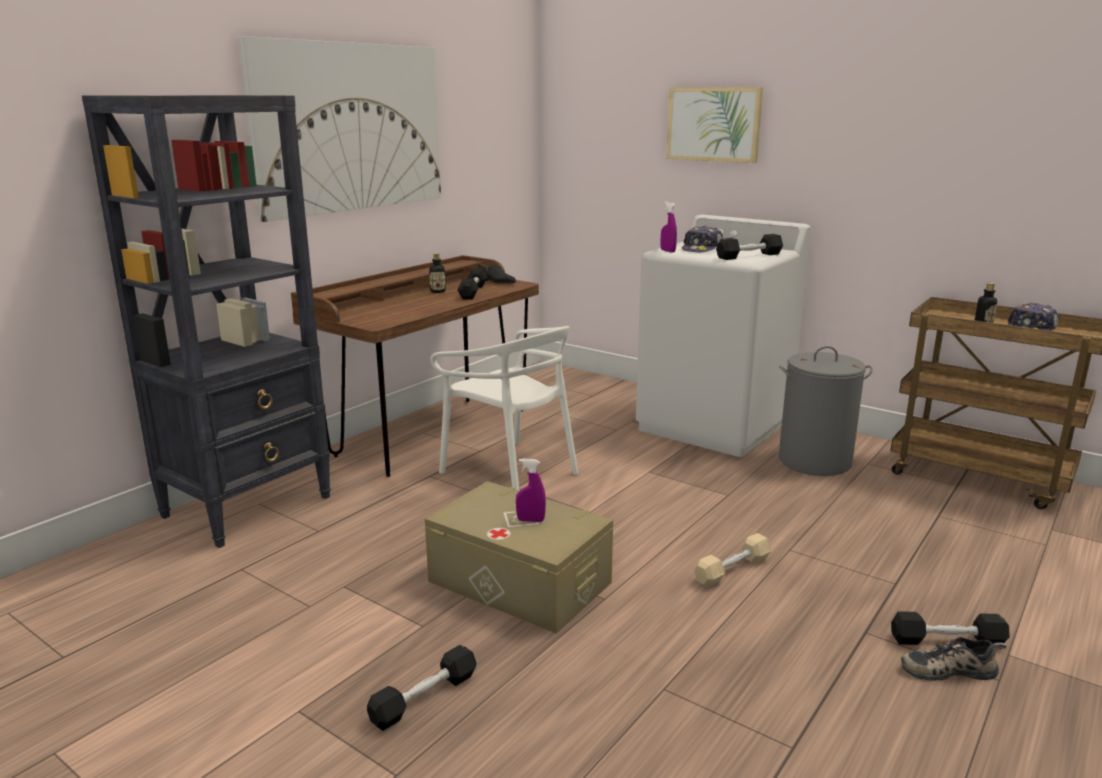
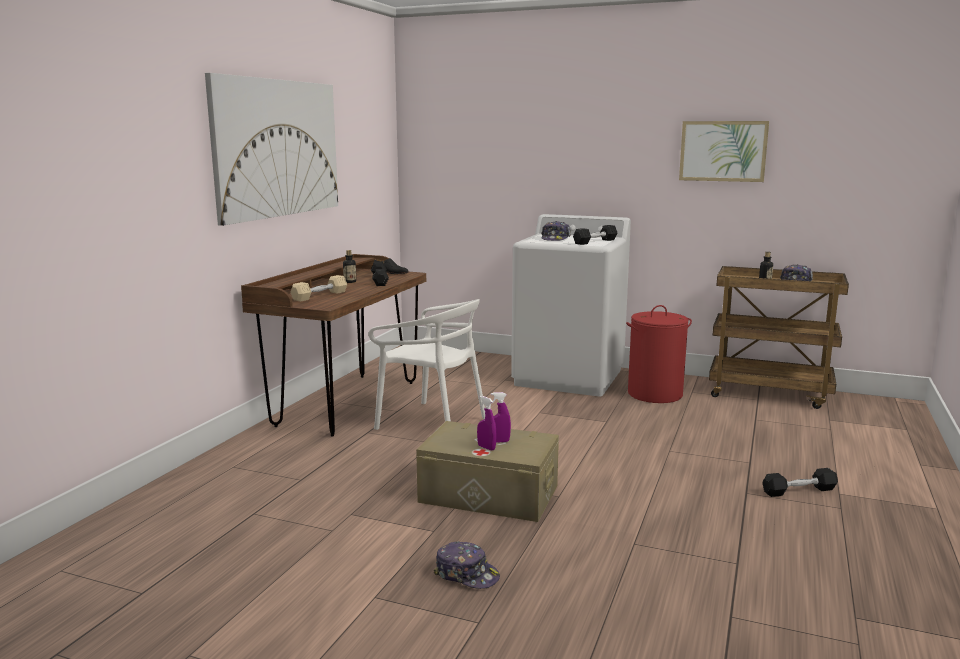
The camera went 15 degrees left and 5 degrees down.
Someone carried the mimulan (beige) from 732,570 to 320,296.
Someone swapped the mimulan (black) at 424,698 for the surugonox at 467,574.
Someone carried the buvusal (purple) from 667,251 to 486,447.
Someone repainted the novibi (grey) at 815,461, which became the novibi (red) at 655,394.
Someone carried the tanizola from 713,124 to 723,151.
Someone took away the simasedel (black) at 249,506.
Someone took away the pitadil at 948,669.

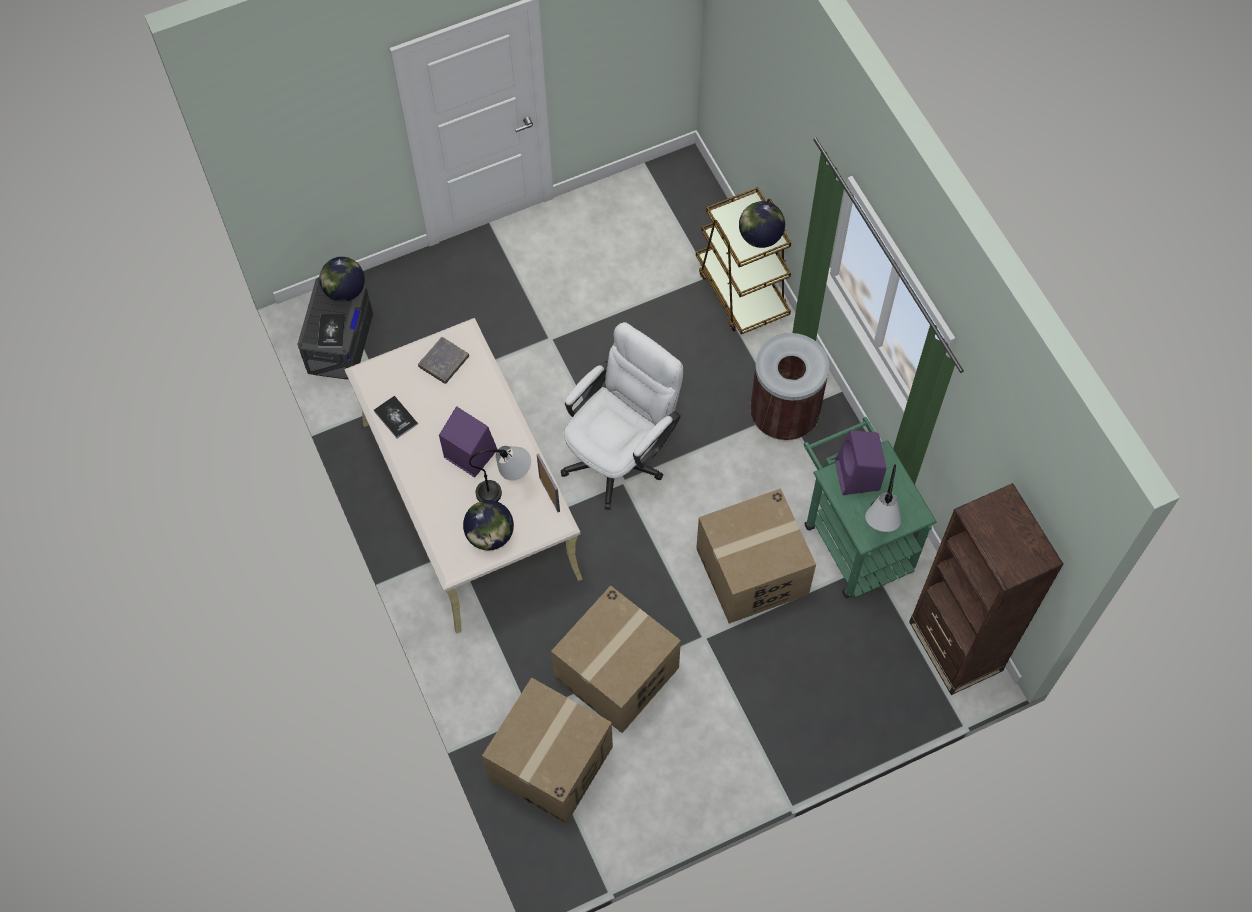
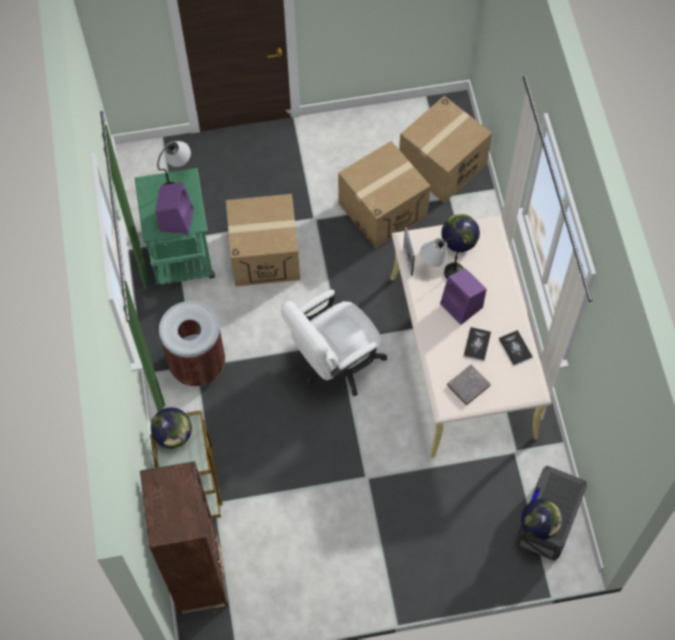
The camera went 165 degrees left and 0 degrees up.
Someone carried the simasedel (brown) from 955,646 to 199,576.
Someone carried the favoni from 331,331 to 477,344.

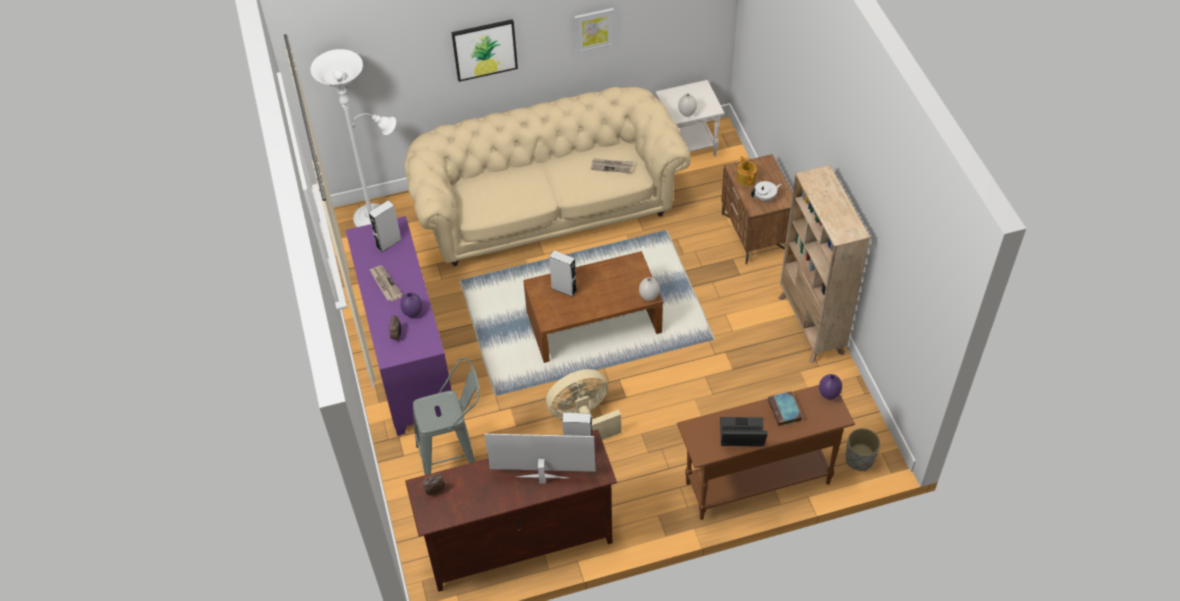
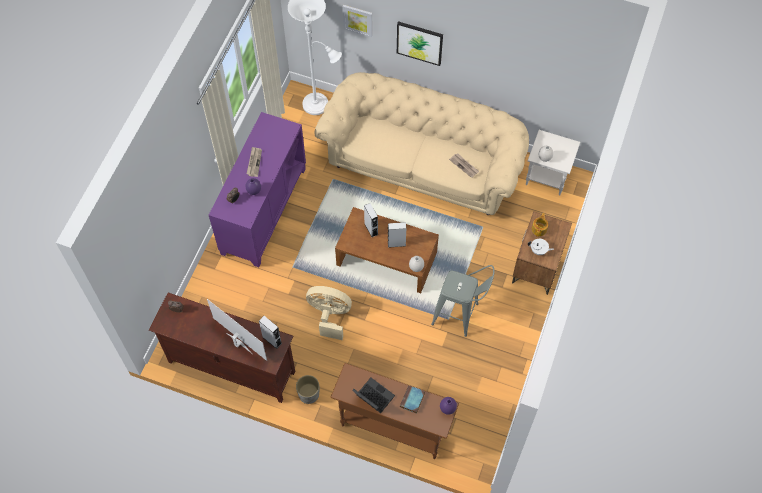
The camera went 35 degrees right and 10 degrees up.
Someone carried the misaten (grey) from 859,459 to 308,394.
Someone carried the tanizola from 594,29 to 358,20.
Someone carried the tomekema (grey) from 388,243 to 396,243.
Someone carried the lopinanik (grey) from 455,460 to 460,316.
Someone took away the simasedel (beige) at 811,325.

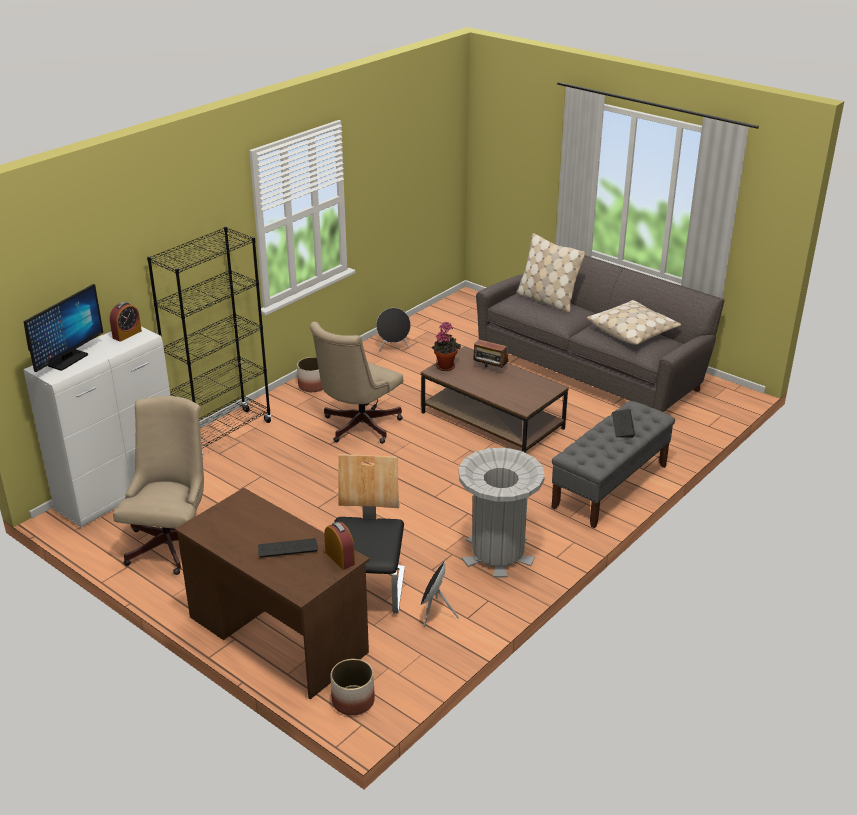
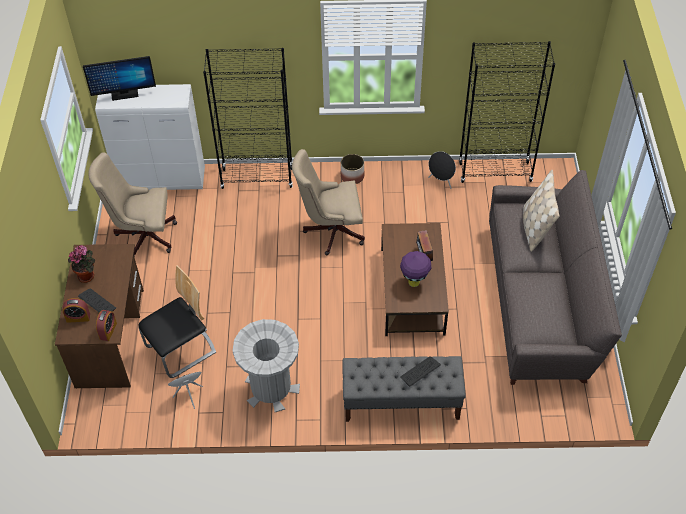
The camera went 50 degrees right and 20 degrees up.
Someone carried the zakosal from 127,334 to 78,317.
Someone carried the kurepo from 445,366 to 87,275.
Someone rotated the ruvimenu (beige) at 172,542 by 150 degrees counterclockwise.
Someone put down the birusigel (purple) at 414,282.
Someone put down the simasedel (black) at 495,172.
Someone took away the misaten at 353,700.
Someone took away the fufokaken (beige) at 633,331.

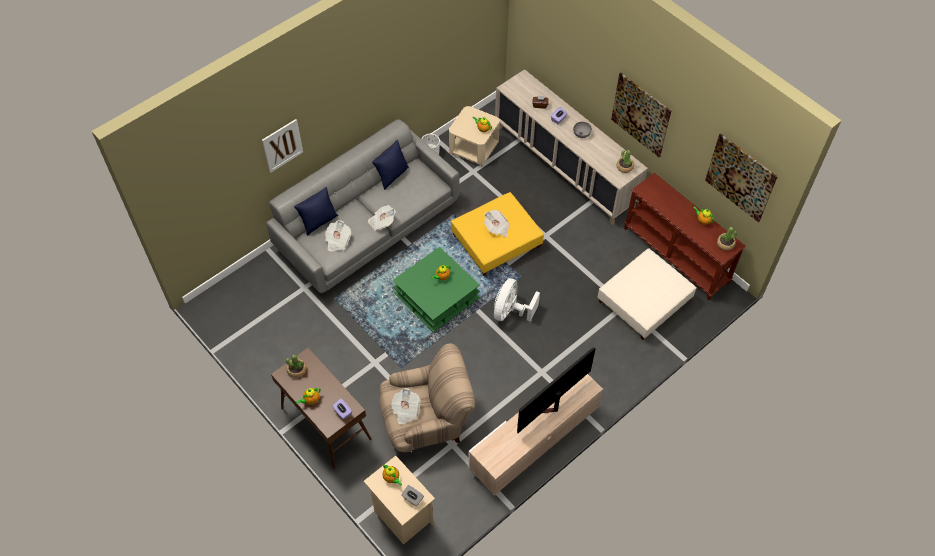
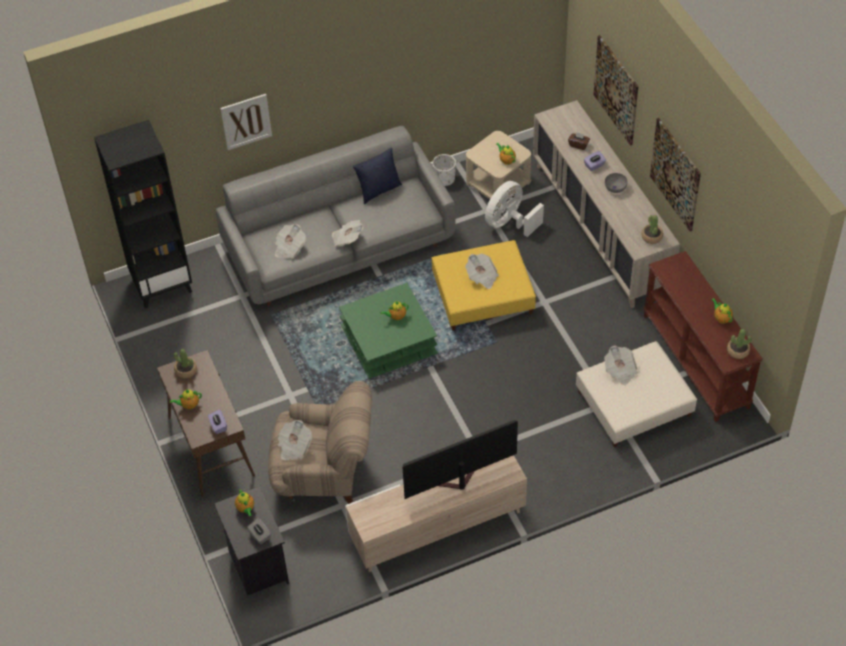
The camera went 20 degrees right and 5 degrees down.
Someone put down the simasedel (black) at 162,285.
Someone repainted the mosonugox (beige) at 401,516, which became the mosonugox (black) at 257,565.
Someone carried the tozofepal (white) from 510,311 to 509,223.
Someone carried the tanizola from 740,177 to 616,90.
Someone put down the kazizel at 620,371.
Someone took away the fufokaken (blue) at 318,222.

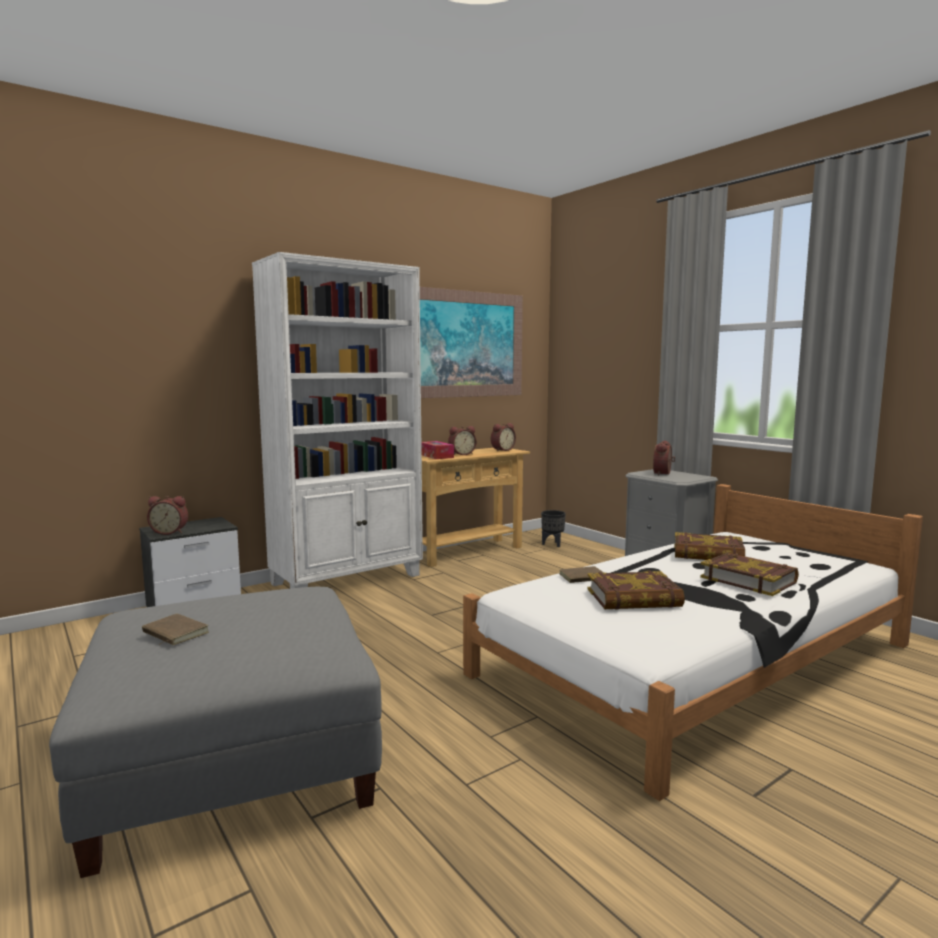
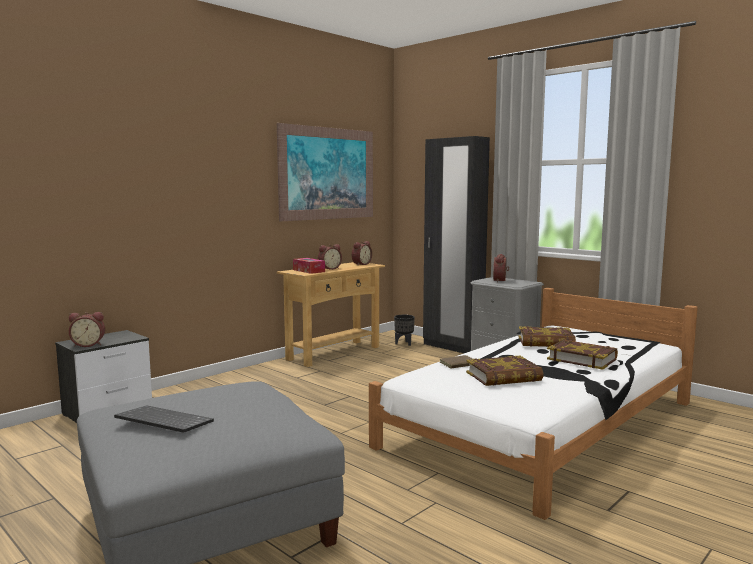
The camera went 10 degrees left and 0 degrees up.
Someone swapped the favoni (brown) at 173,633 for the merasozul at 161,422.
Someone put down the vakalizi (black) at 452,347.
Someone took away the simasedel (white) at 348,579.

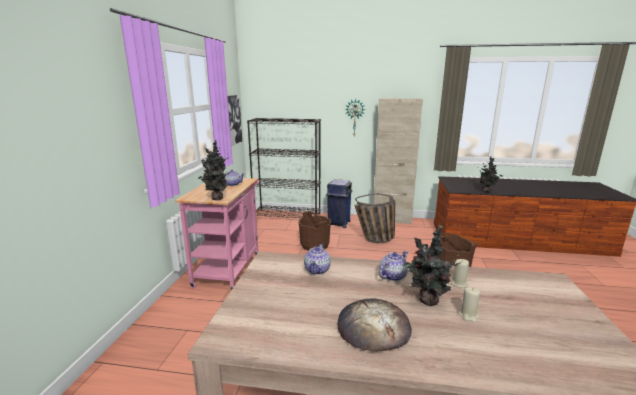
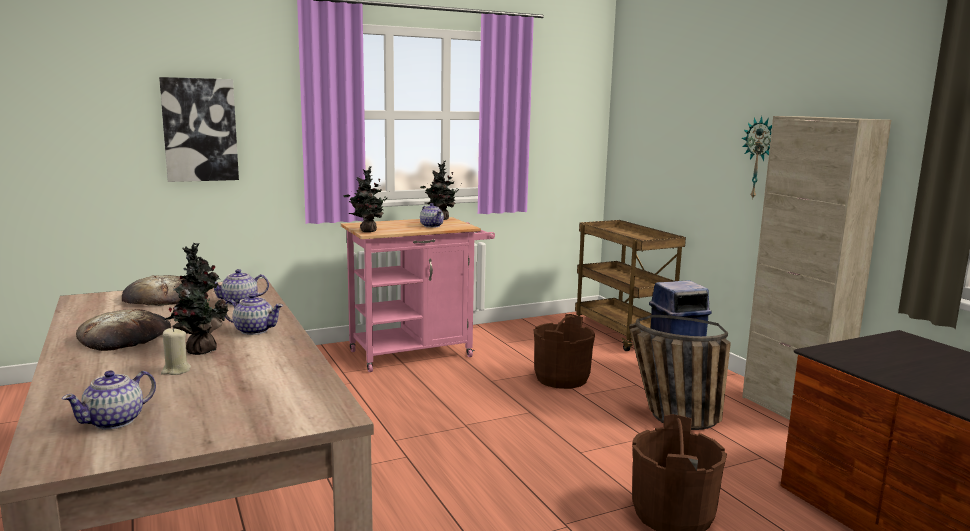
The camera went 55 degrees right and 5 degrees down.
Someone put down the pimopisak at 115,421.
Someone put down the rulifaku at 161,297.
Someone carried the tanizola from 232,120 to 200,130.
Someone swapped the simasedel (black) at 288,216 for the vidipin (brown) at 624,335.
Someone took away the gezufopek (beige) at 459,284.
Someone took away the kurepo at 487,191.

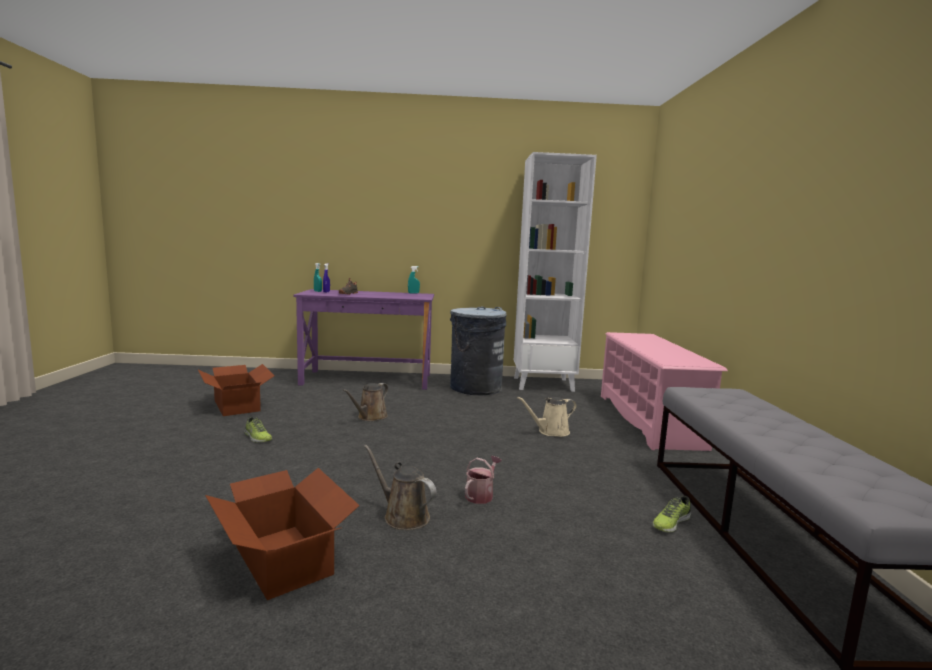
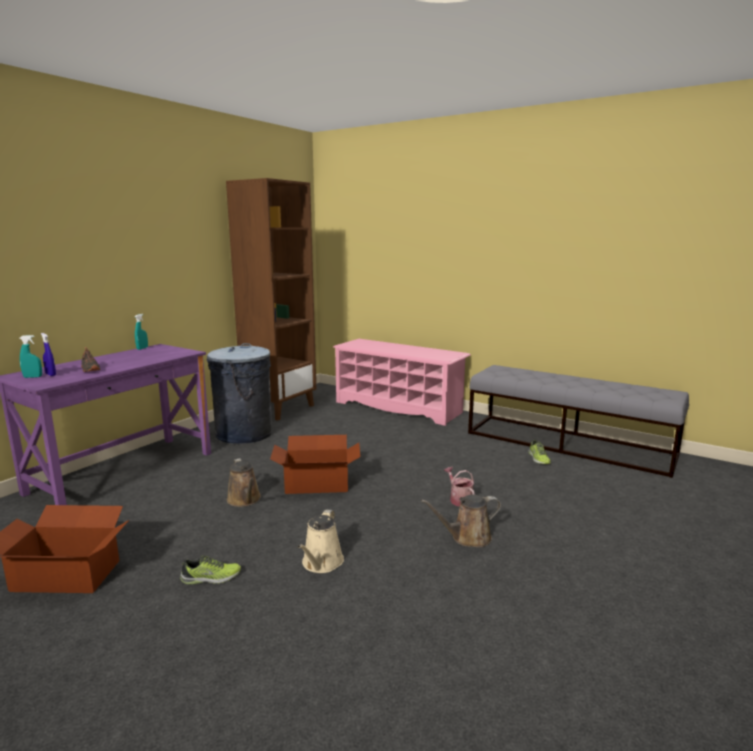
The camera went 55 degrees left and 5 degrees up.
Someone repainted the simasedel (white) at 543,384, which became the simasedel (brown) at 280,408.
Someone carried the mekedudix from 284,559 to 316,483.
Someone carried the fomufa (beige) from 551,432 to 321,563.

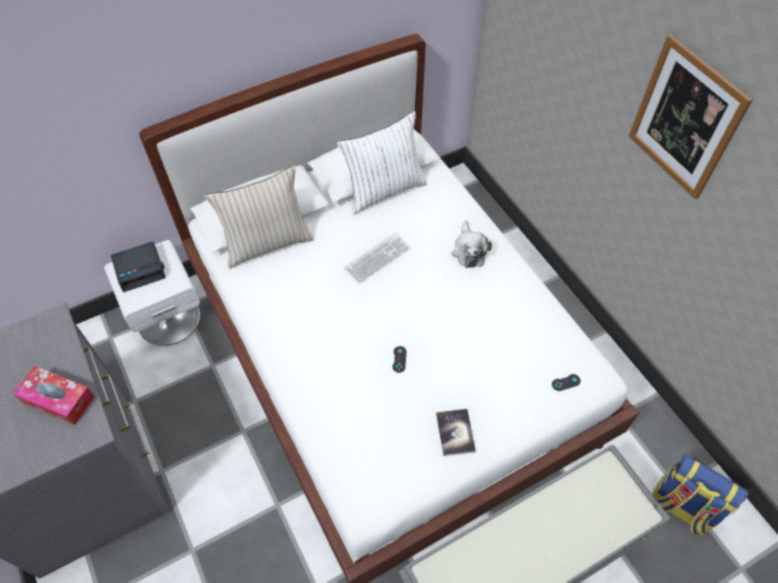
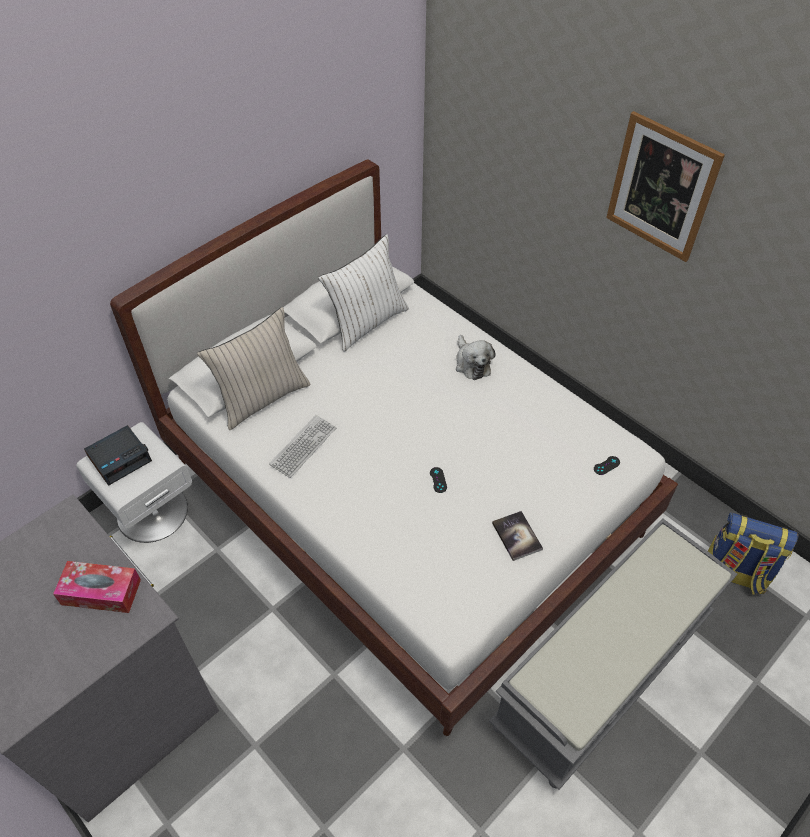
The camera went 15 degrees left and 5 degrees down.
Someone carried the merasozul from 377,258 to 303,447.

